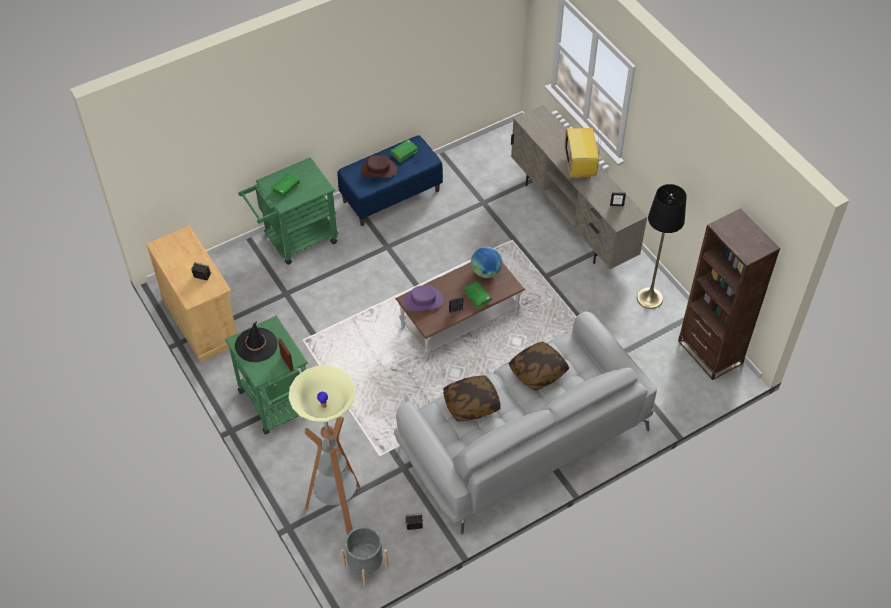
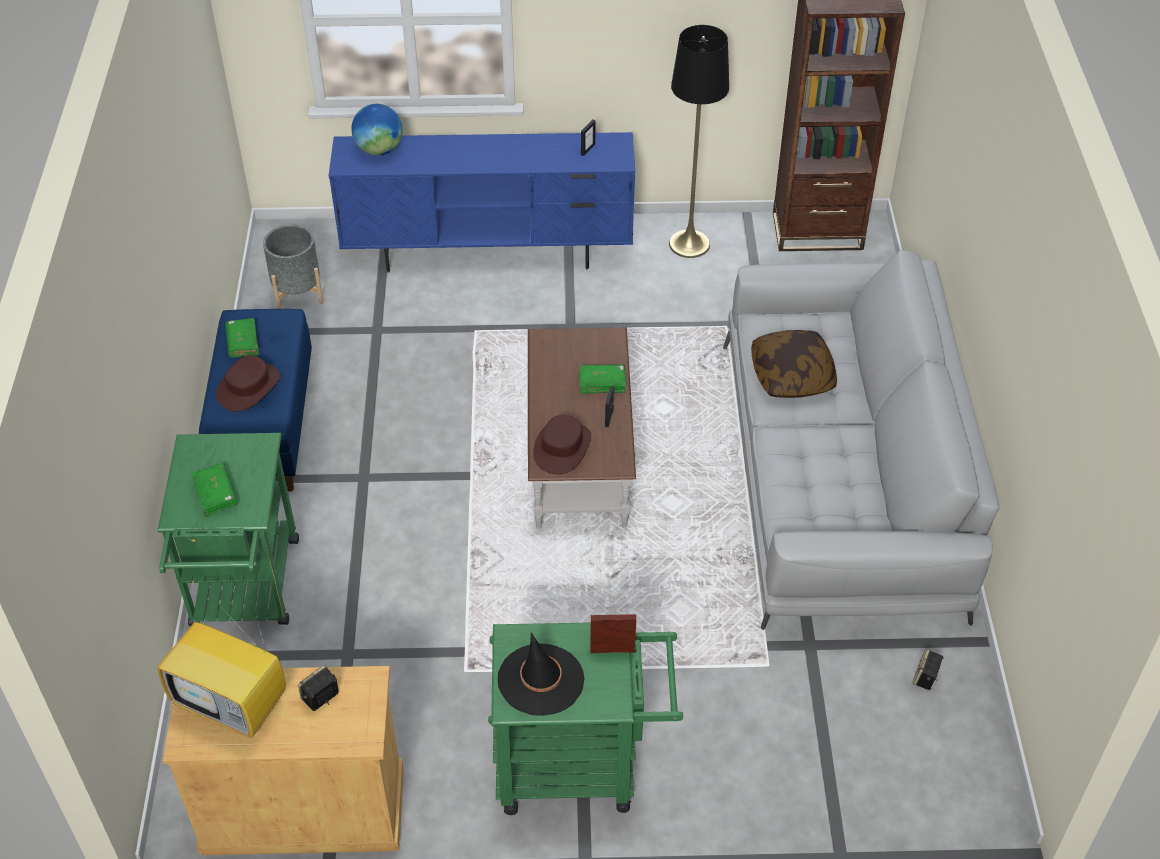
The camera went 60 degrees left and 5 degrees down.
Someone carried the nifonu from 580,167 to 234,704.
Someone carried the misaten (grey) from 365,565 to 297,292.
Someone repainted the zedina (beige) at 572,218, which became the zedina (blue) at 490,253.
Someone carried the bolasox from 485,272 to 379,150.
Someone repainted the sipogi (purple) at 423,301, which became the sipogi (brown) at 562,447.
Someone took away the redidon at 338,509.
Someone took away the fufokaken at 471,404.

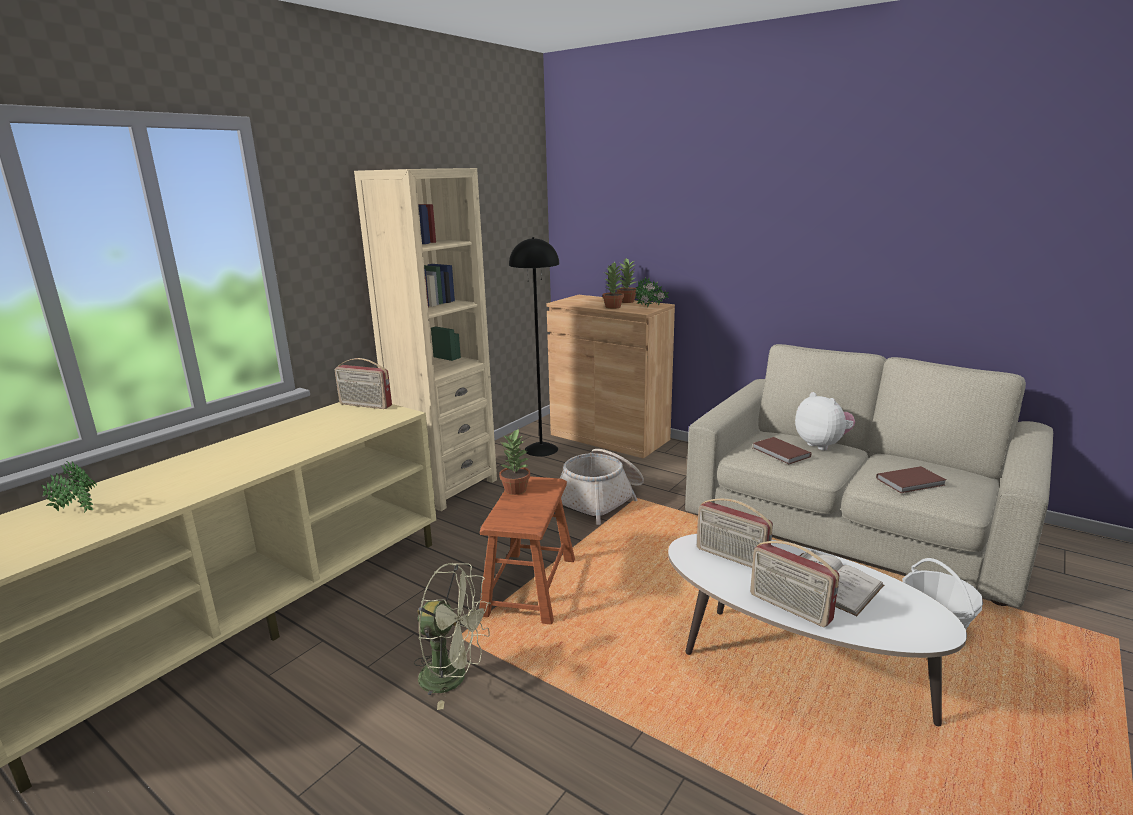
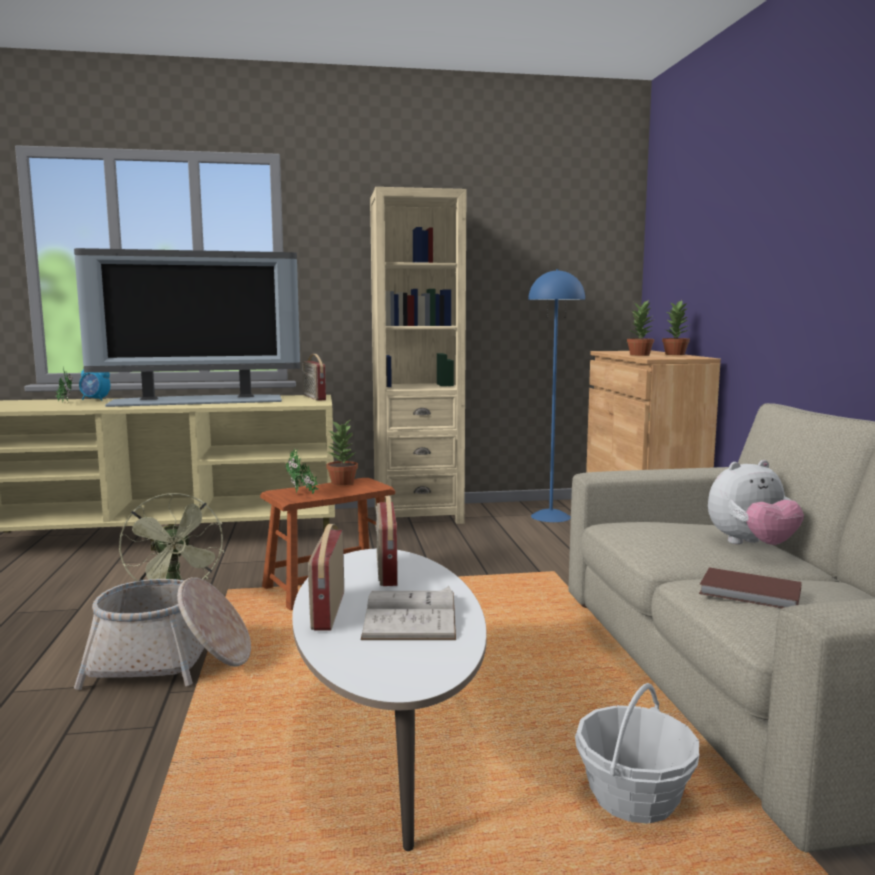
The camera went 45 degrees right and 10 degrees down.
Someone put down the nifonu at 198,401.
Someone carried the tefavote from 600,499 to 170,662.
Someone put down the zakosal at 95,399.
Someone carried the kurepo from 651,306 to 302,494.
Someone repainted the redidon (black) at 541,449, which became the redidon (blue) at 551,516.
Someone rotated the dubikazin at 822,445 by 60 degrees clockwise.
Someone took away the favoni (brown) at 780,453.

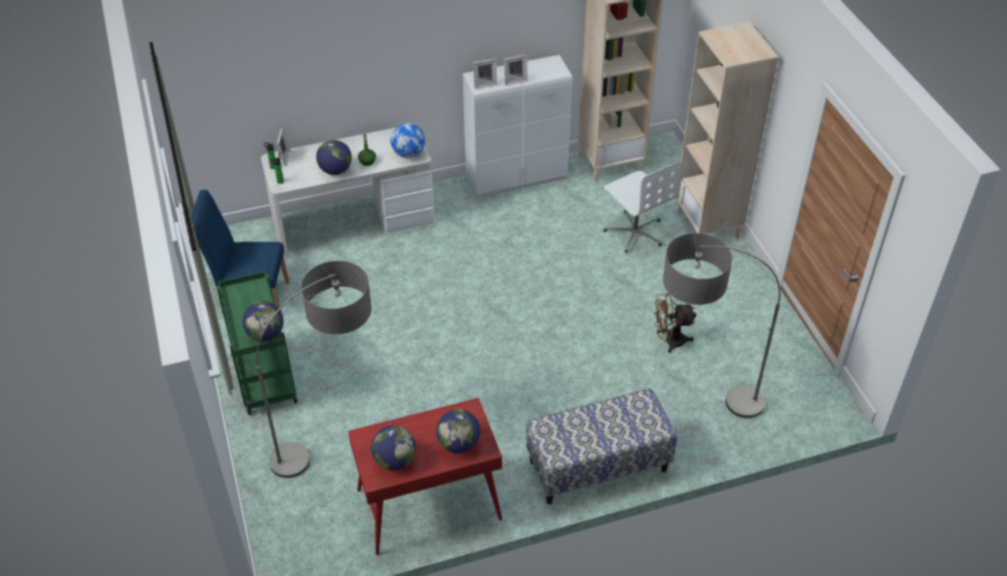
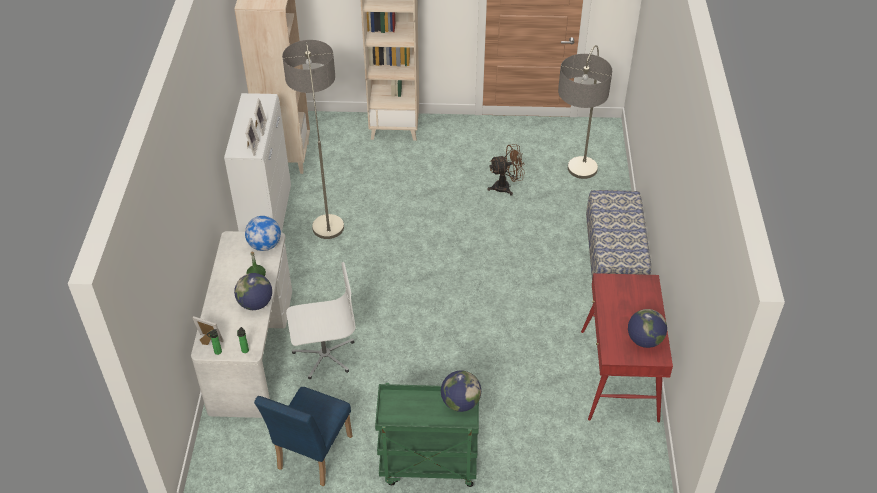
The camera went 70 degrees left and 0 degrees up.
Someone carried the redidon from 334,441 to 324,201.
Someone carried the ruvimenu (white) from 635,232 to 324,355.
Someone rotated the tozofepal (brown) at 669,341 by 120 degrees counterclockwise.
Someone took away the bolasox at 459,444.

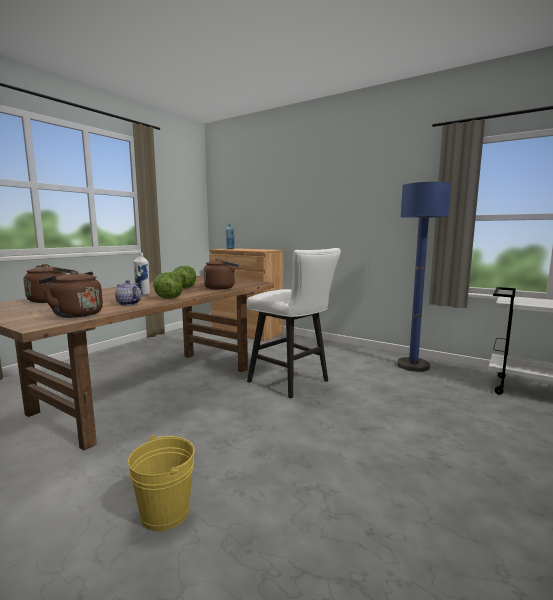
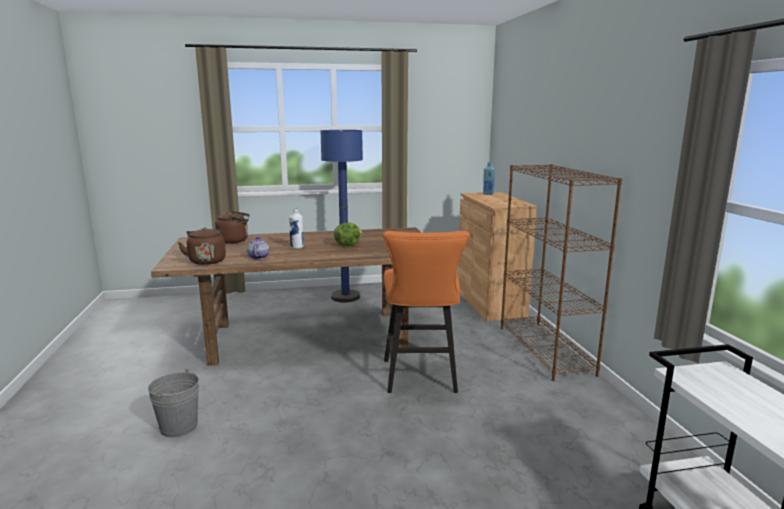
The camera went 45 degrees right and 5 degrees up.
Someone repainted the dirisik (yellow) at 165,513, which became the dirisik (grey) at 179,426.
Someone carried the redidon (blue) from 413,366 to 345,297.
Someone repainted the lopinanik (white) at 293,382, which became the lopinanik (orange) at 421,379.
Someone put down the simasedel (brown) at 545,350.
Someone took away the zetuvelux at 169,298.
Someone took away the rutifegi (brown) at 221,288.

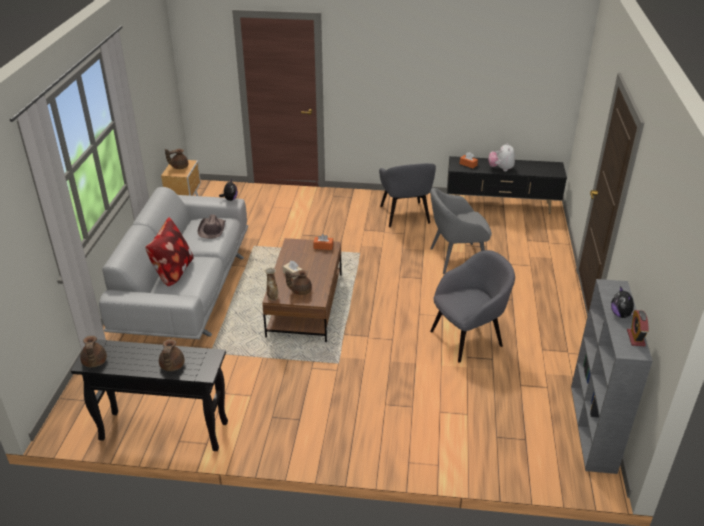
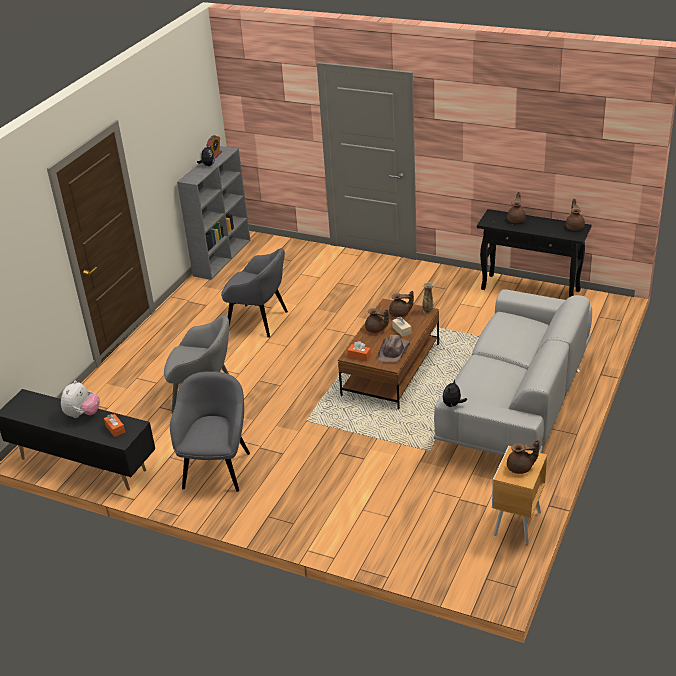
The camera went 160 degrees left and 0 degrees up.
Someone rotated the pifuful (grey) at 467,338 by 150 degrees counterclockwise.
Someone put down the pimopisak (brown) at 376,330.
Someone carried the sipogi (brown) from 212,229 to 394,351.
Someone took away the fufokaken at 172,272.

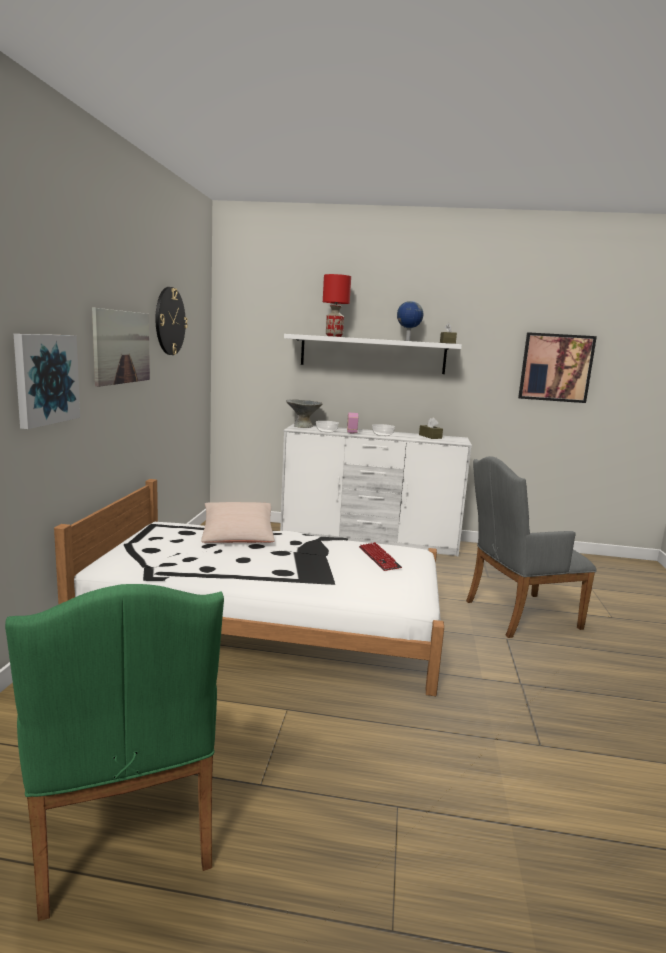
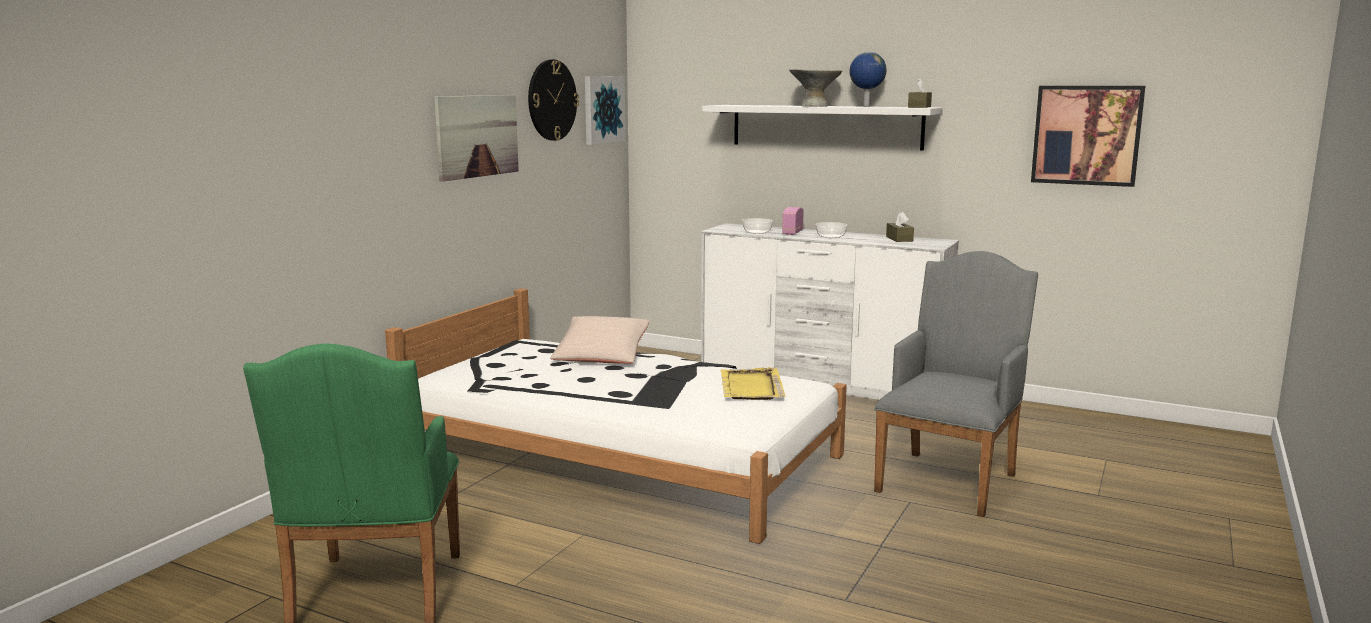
The camera went 20 degrees right and 0 degrees up.
Someone carried the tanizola from 46,379 to 603,109.
Someone swapped the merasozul at 379,558 for the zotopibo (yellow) at 751,387.
Someone carried the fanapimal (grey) from 303,426 to 814,106.
Someone rotated the pifuful (grey) at 515,615 by 120 degrees clockwise.
Someone took away the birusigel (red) at 334,336.

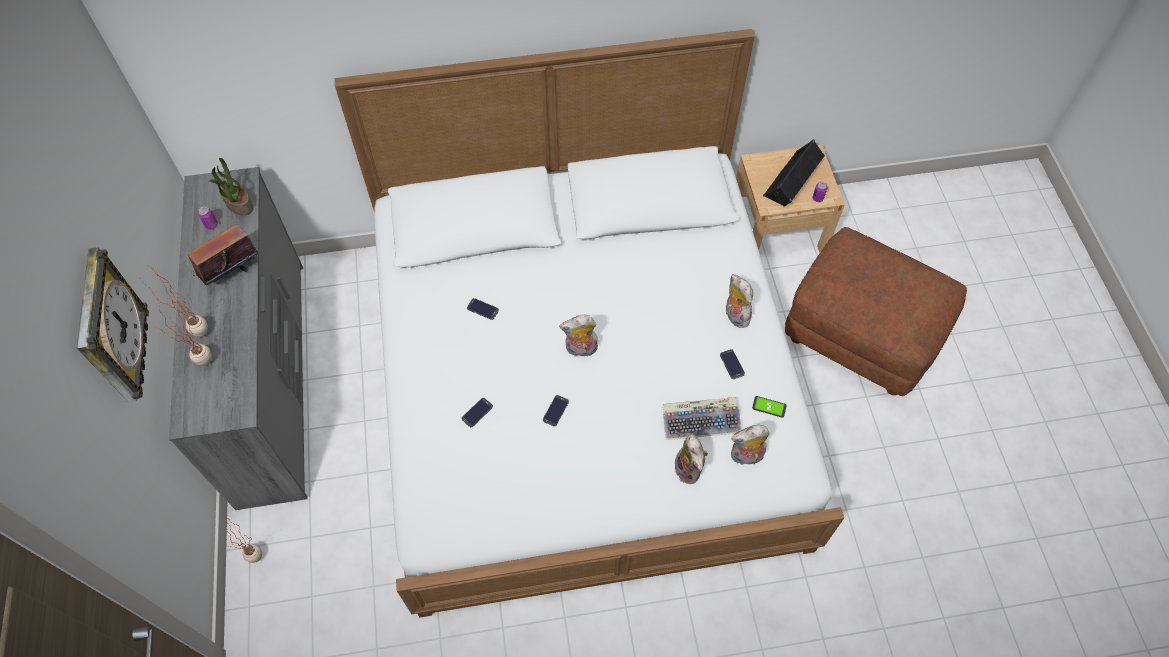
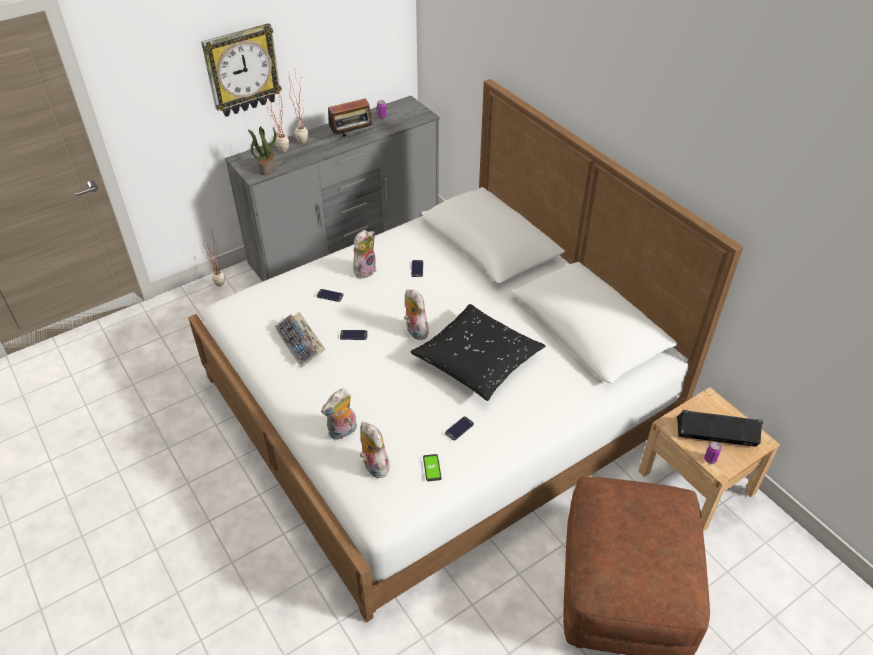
The camera went 65 degrees right and 15 degrees down.
Someone carried the kurepo from 239,205 to 267,167.
Someone carried the merasozul from 701,421 to 301,344.
Someone rotated the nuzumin at 232,273 by 135 degrees clockwise.
Someone carried the dubikazin from 734,315 to 364,270.
Someone put down the fufokaken (black) at 477,359.

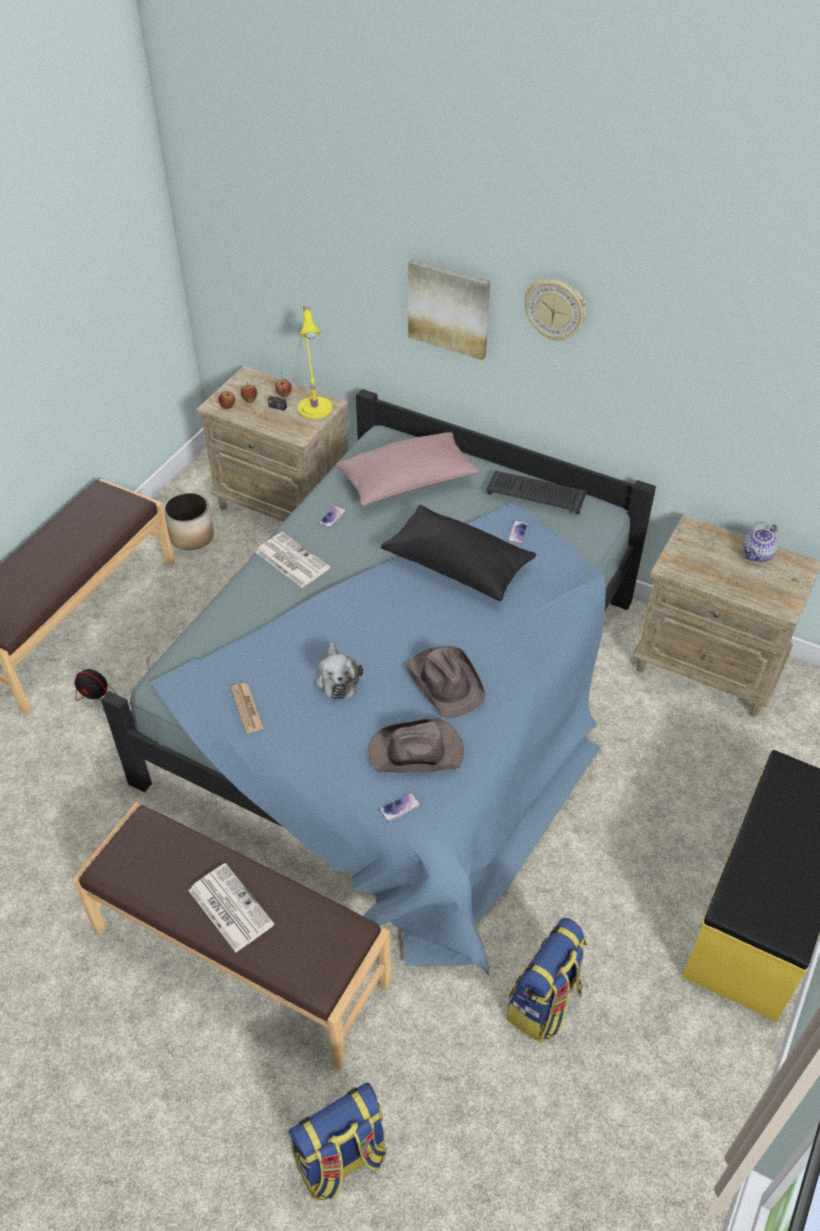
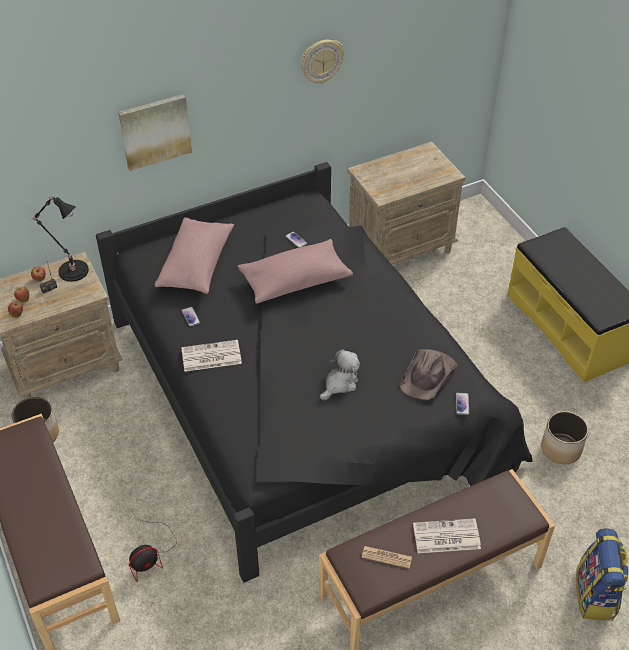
The camera went 55 degrees left and 0 degrees up.
Someone repainted the birusigel (yellow) at 314,406, which became the birusigel (black) at 71,270.
Someone repainted the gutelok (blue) at 405,702, which became the gutelok (black) at 306,396.
Someone repainted the fufokaken (black) at 457,565, which became the fufokaken (pink) at 295,281.
Someone carried the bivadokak from 555,309 to 321,61.
Someone rotated the dubikazin at 337,679 by 75 degrees counterclockwise.
Someone carried the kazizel from 247,708 to 386,557.
Someone swapped the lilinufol at 544,1004 for the misaten at 561,449.
Someone took away the sipogi (brown) at 445,682.
Someone took away the merasozul at 537,493.
Someone took away the pimopisak at 758,555.

